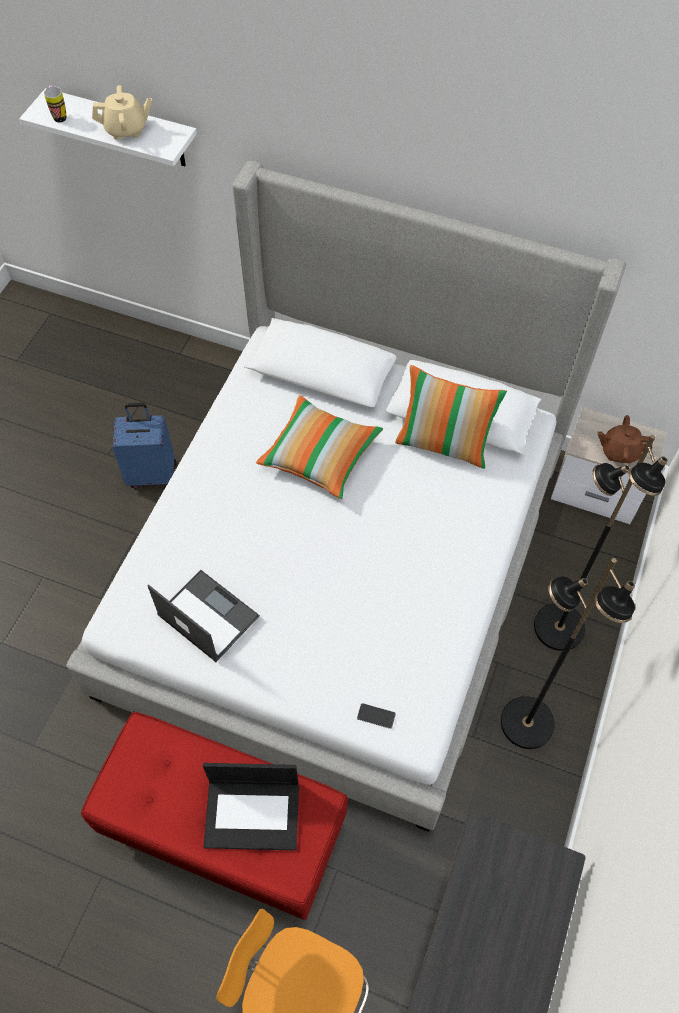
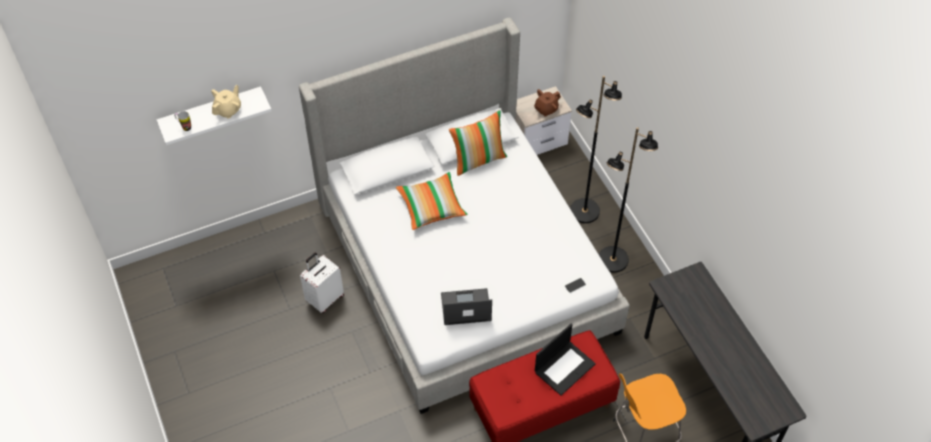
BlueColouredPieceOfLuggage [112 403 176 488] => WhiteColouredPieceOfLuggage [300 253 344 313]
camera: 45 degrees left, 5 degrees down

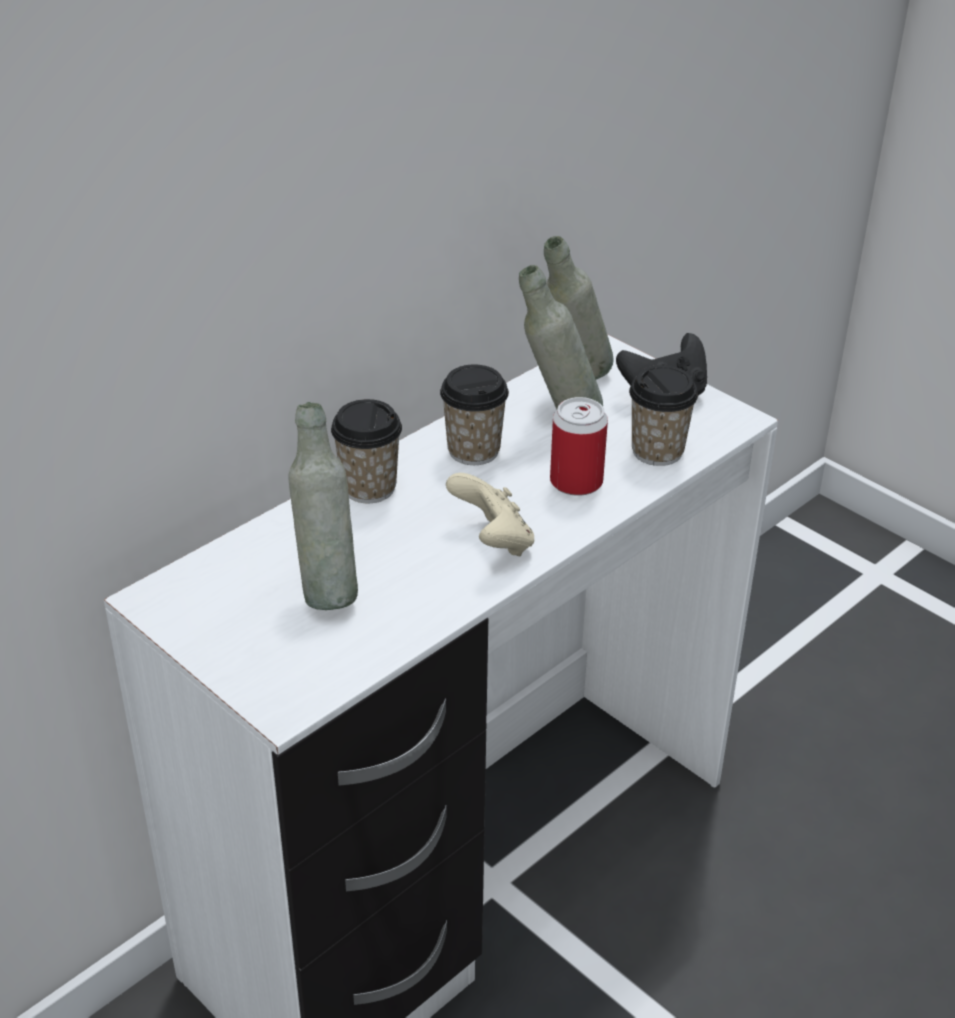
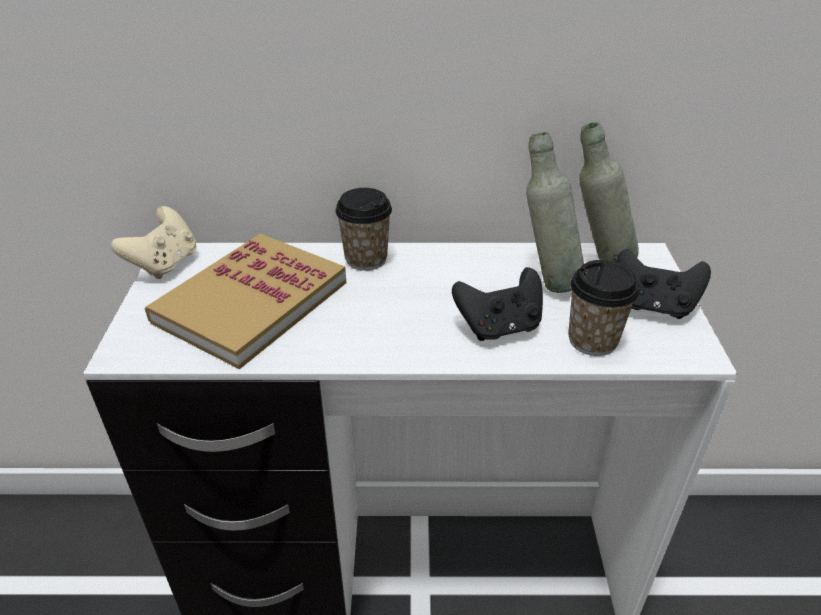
BeigeJoypad [446 473 534 556] => BeigeJoypad [111 206 197 279], relocated
GrayBeverageBottle [289 402 358 610] => BoundBook [145 234 346 369]
Can [550 397 608 496] => BlackJoypad [452 267 543 341]
Cup [440 364 509 465] => nothing
camera: 45 degrees right, 0 degrees up

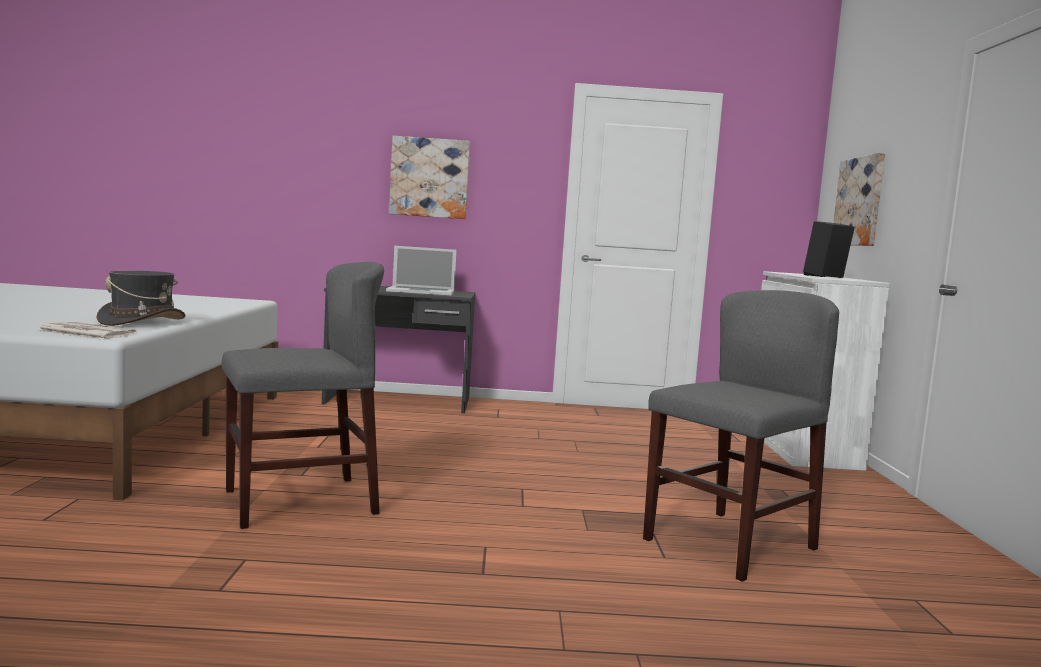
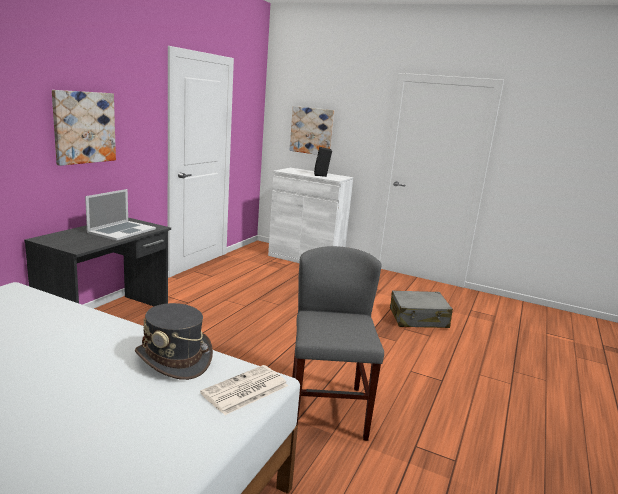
GrayPlainChair [643 290 839 582] => GrayPieceOfLuggage [390 291 453 328]
camera: 65 degrees left, 10 degrees up

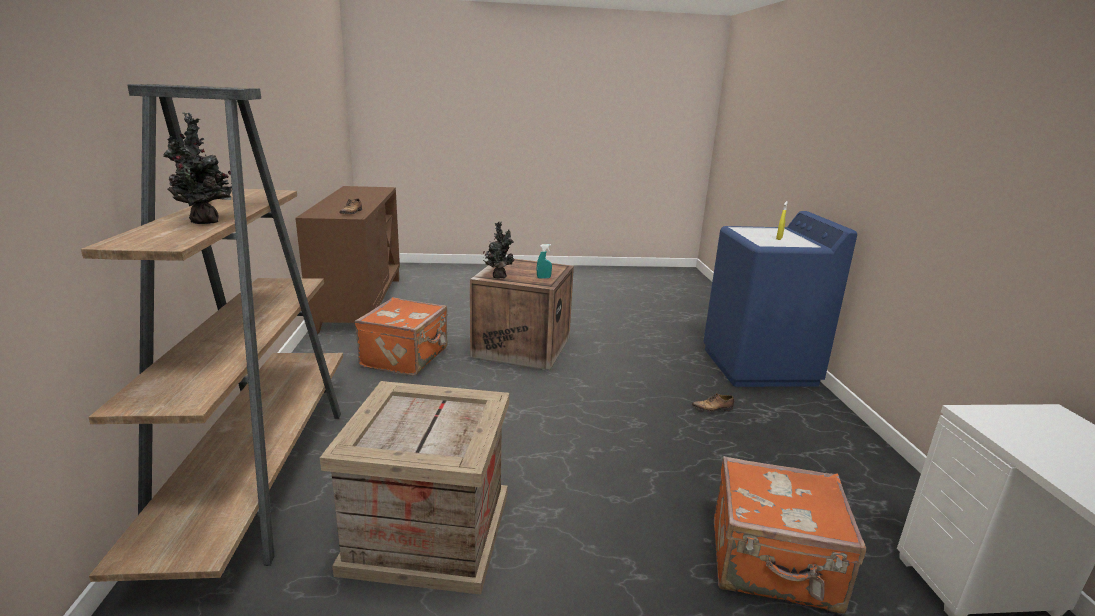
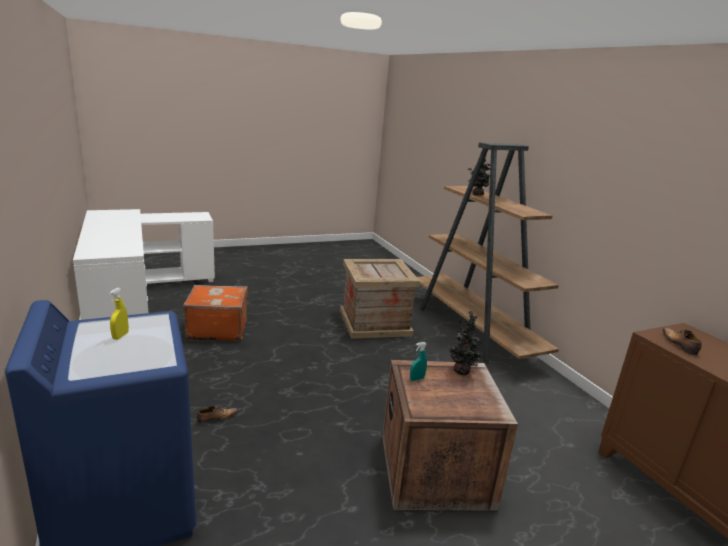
OrangeyPieceOfLuggage [355 297 447 376] => nothing
camera: 160 degrees right, 0 degrees up

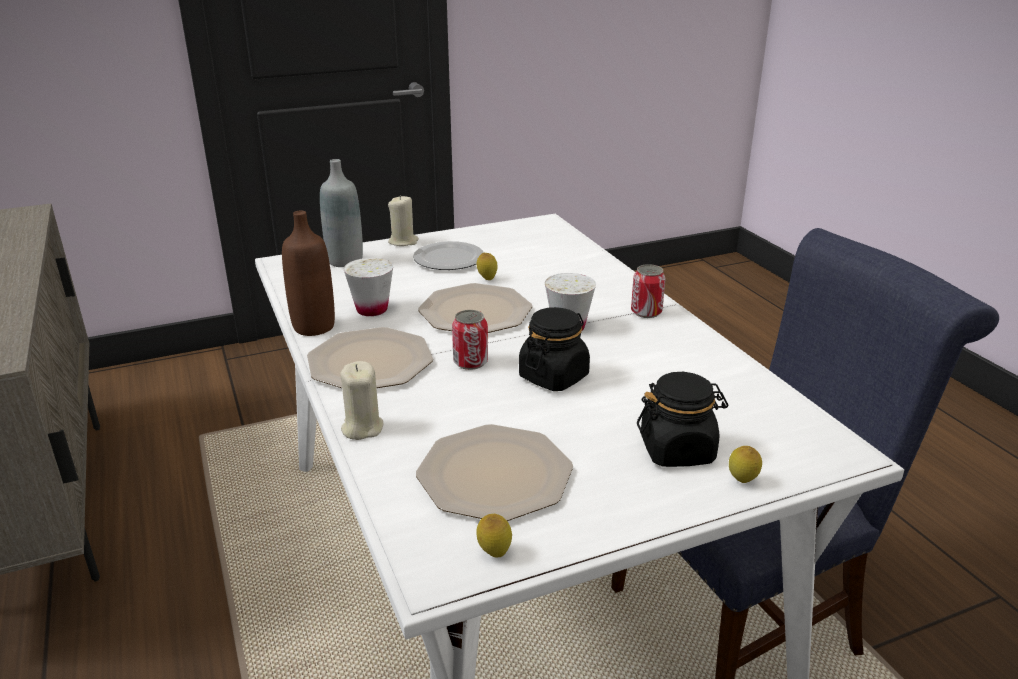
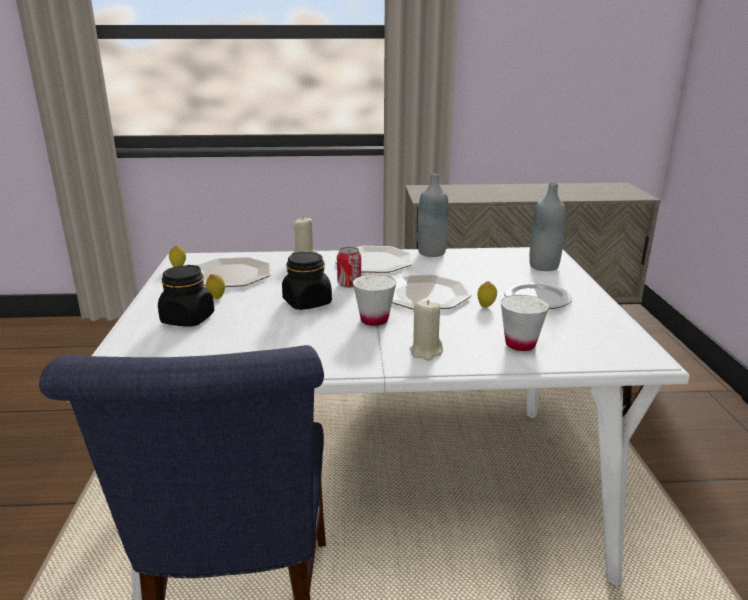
CitrusFruit [729 446 762 483] => CitrusFruit [206 274 225 299], relocated
BeigeWaxCandle [388 195 419 246] => BeigeWaxCandle [410 300 443 361], relocated
BrownishBeverageBottle [282 210 335 336] => GrayBeverageBottle [418 173 449 257]
WhiteColouredCup [344 258 393 316] => WhiteColouredCup [501 295 549 351], relocated
Can [631 264 666 318] => nothing
camera: 110 degrees right, 5 degrees down

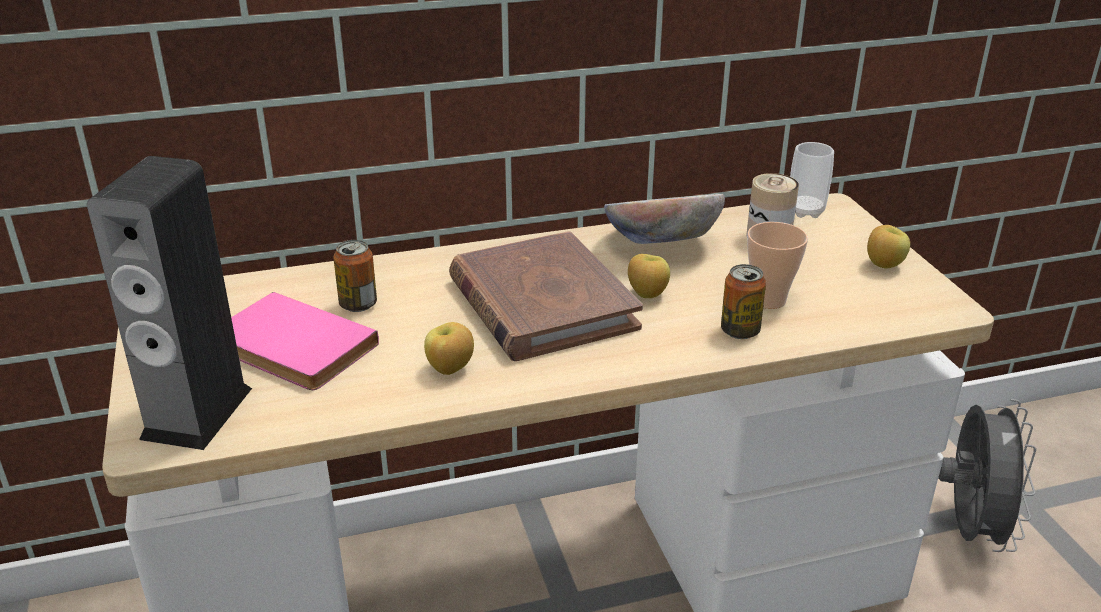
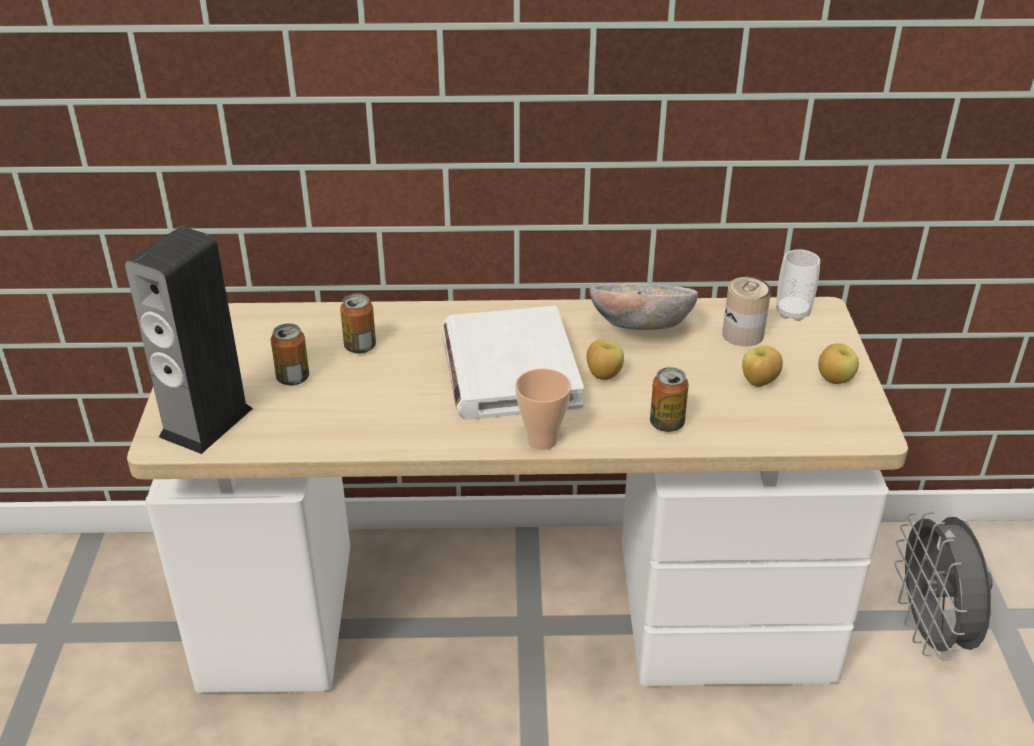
PinkColouredBoundBook [231 292 379 390] => Can [271 323 309 386]
BrownishBoundBook [449 231 643 361] => WhiteColouredBoundBook [442 306 584 420]
Cup [747 222 808 309] => Cup [515 368 571 450], relocated
Apple [424 322 474 375] => Apple [742 346 783 387], relocated
GrayElectricFan [938 399 1036 552] => GrayElectricFan [894 512 993 660], 150 degrees clockwise
camera: 15 degrees right, 5 degrees up

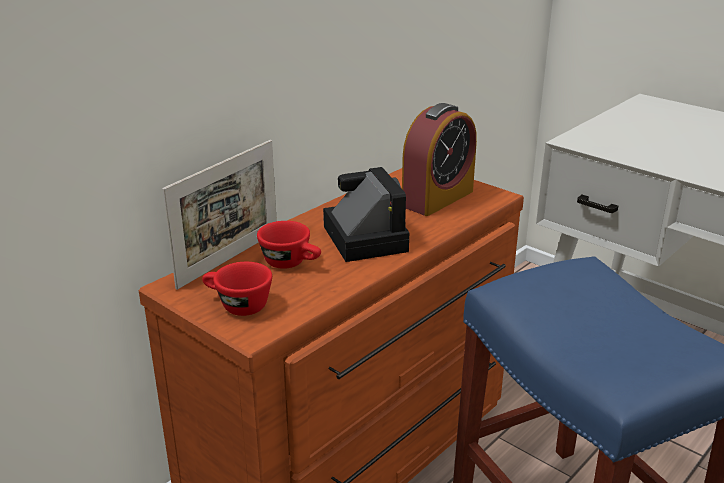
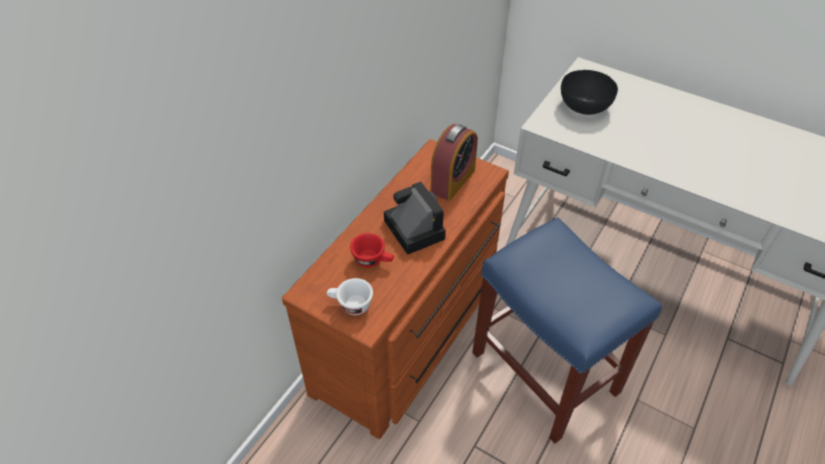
ReddishCup [202 262 272 316] => WhiteColouredCup [327 278 373 315]
nothing => BlackBowl [561 70 618 115]
PictureFrame [163 140 277 290] => nothing
camera: 10 degrees left, 20 degrees up

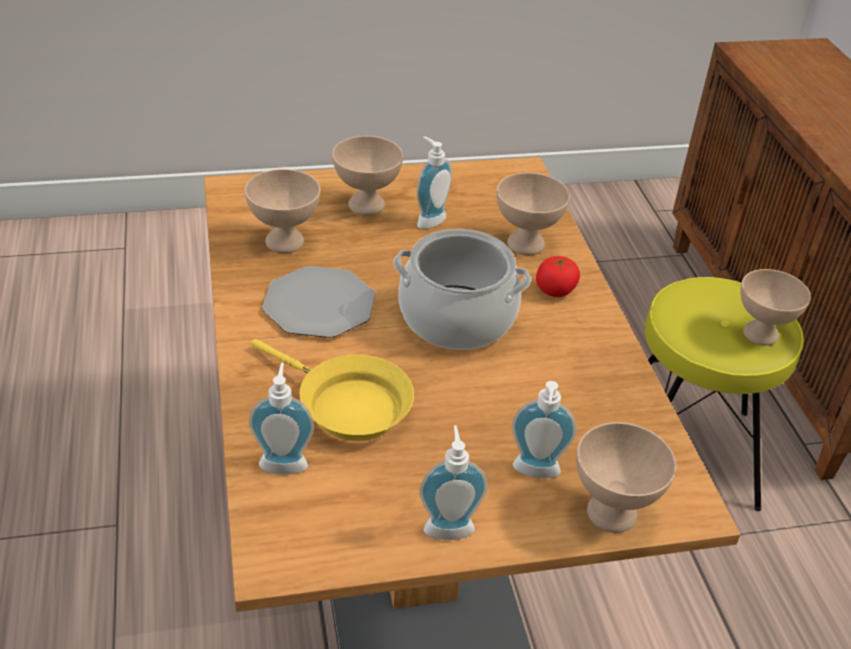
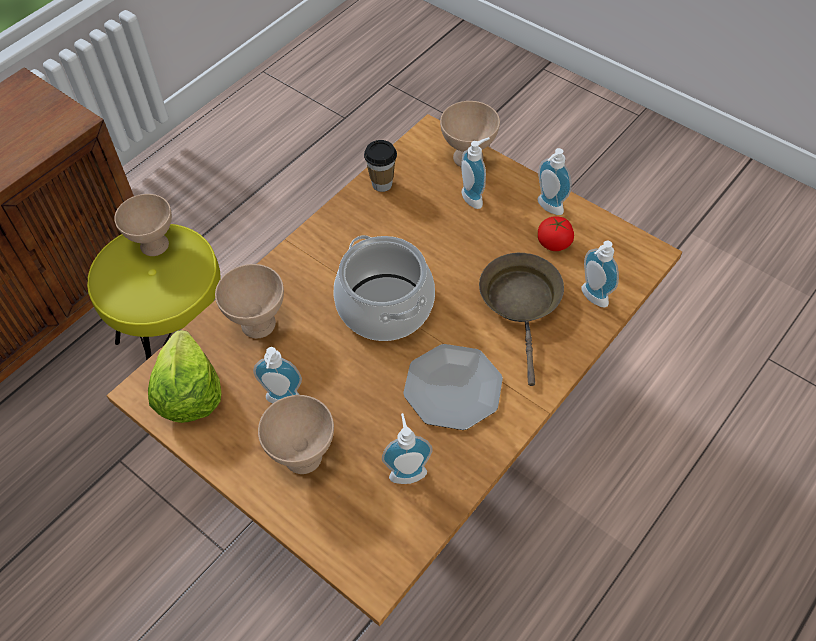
nothing => HeadOfLettuce [148 330 222 423]
nothing => Cup [364 140 397 192]
BeigeBowl [245 169 321 253] => SoapDispenser [382 413 433 484]
YellowColouredPan [251 339 414 441] => BrownishPan [479 253 564 386]
FreshTomato [536 256 580 297] => FreshTomato [538 216 574 251], relocated
camera: 125 degrees left, 15 degrees up

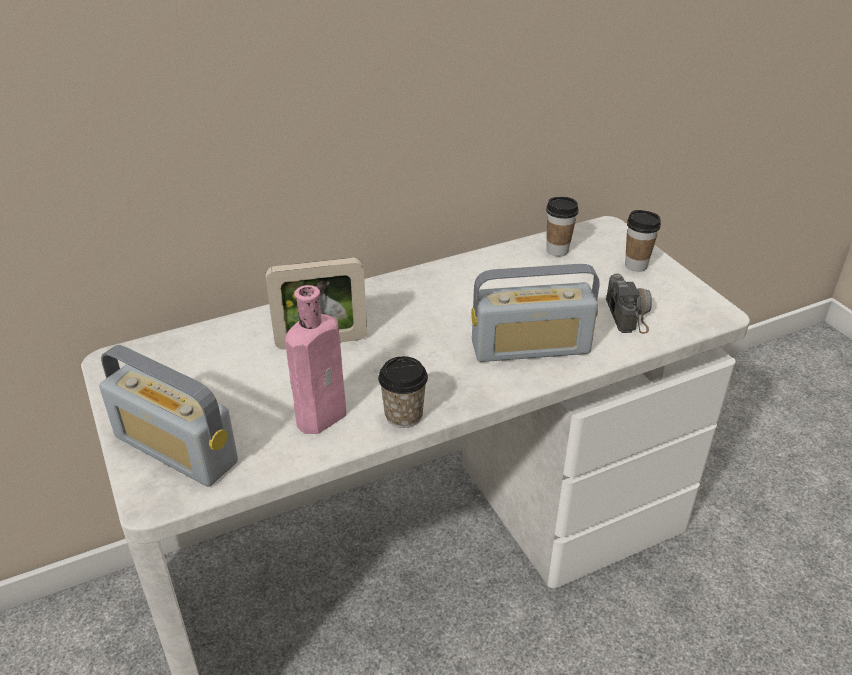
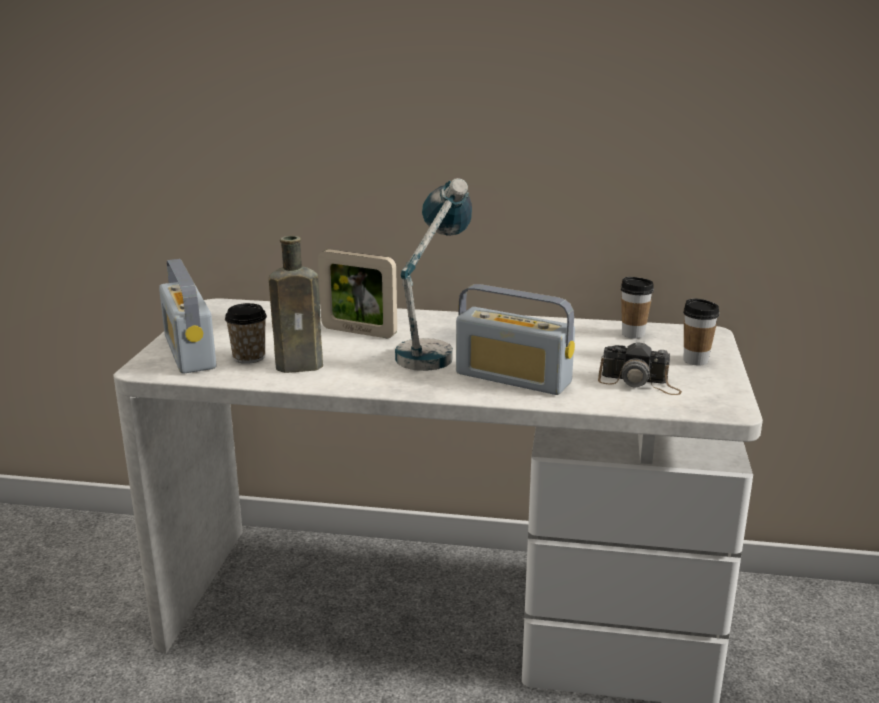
Cup [378 356 428 428] => Cup [225 303 267 364], relocated
PinkColouredBeverageBottle [285 285 346 434] => BrownishBeverageBottle [269 236 323 373]
nothing => TabletopLamp [395 178 472 371]
PhotoCamera [606 273 652 334] => PhotoCamera [598 341 682 395], 75 degrees clockwise
camera: 35 degrees right, 15 degrees down

